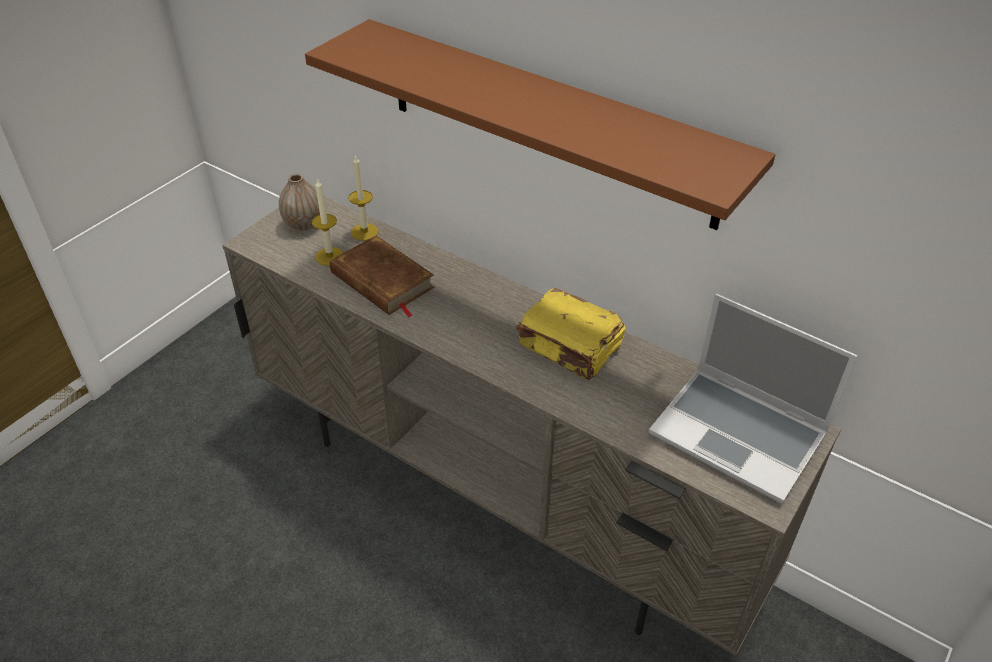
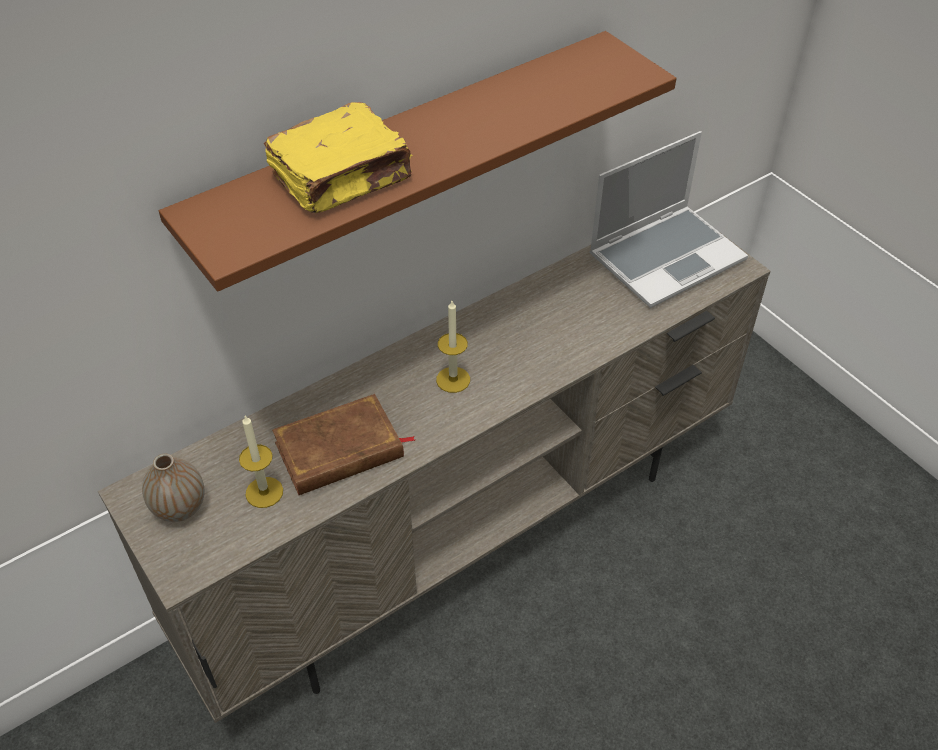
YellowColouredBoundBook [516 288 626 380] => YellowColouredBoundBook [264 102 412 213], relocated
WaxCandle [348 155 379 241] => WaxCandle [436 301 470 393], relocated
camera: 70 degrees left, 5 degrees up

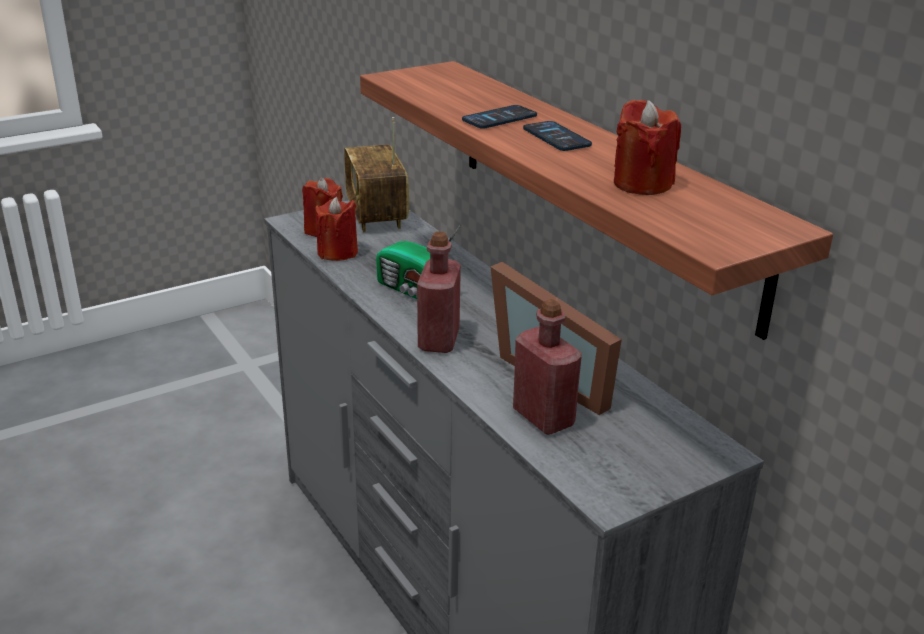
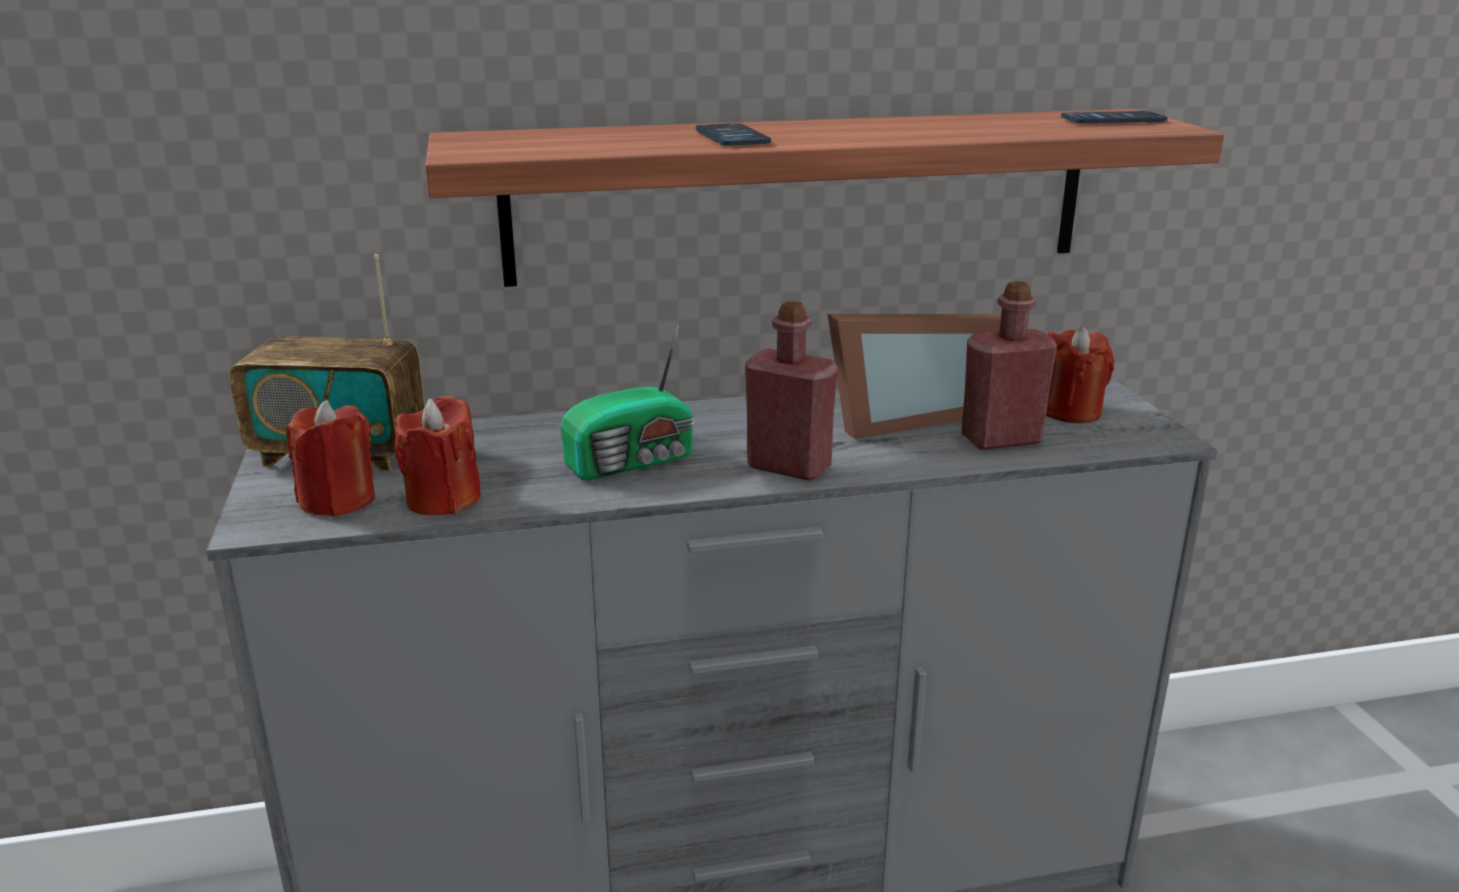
ReddishWaxCandle [614 100 681 195] => ReddishWaxCandle [1046 326 1114 423], relocated
Phone [523 121 592 151] => Phone [1061 111 1168 123], relocated
camera: 70 degrees left, 5 degrees down

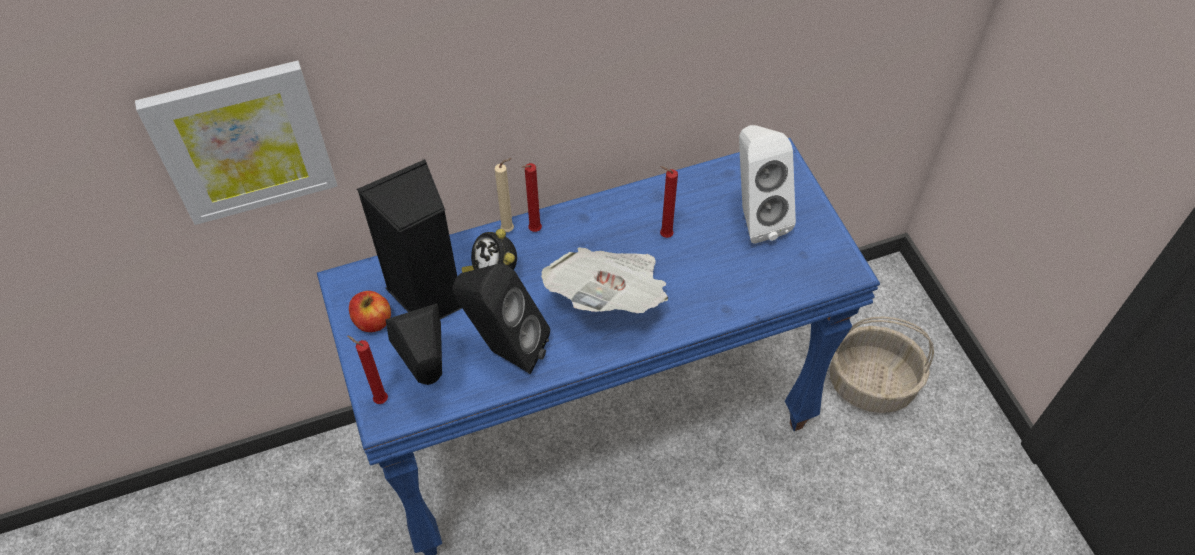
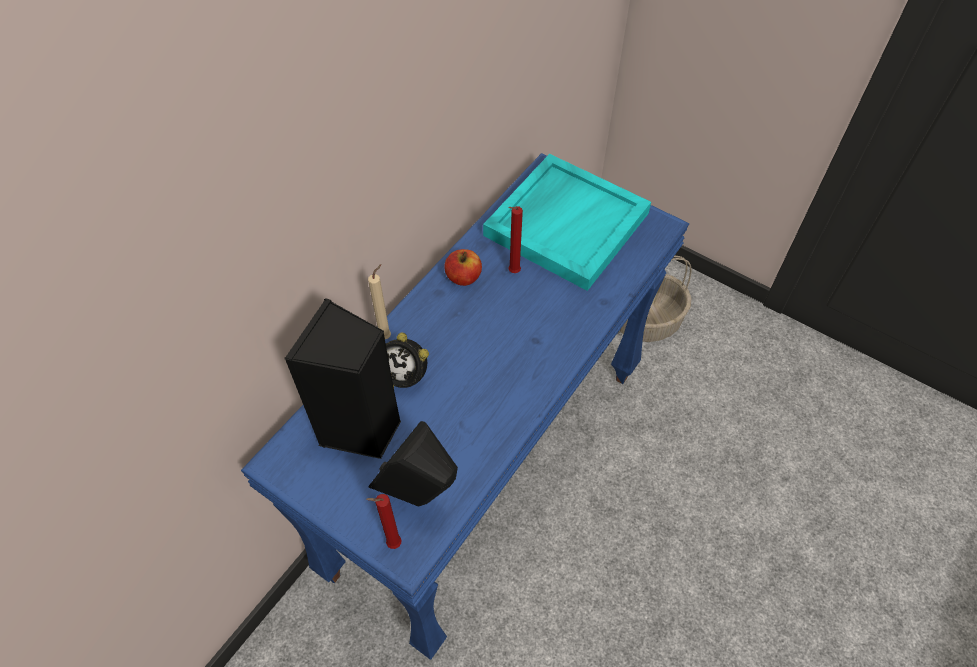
Apple [349 291 391 332] => Apple [444 249 482 286], relocated
WhiteColouredAudioSpeaker [739 125 796 244] => TurquoiseColouredCarryingTray [483 154 651 291]
WallArt [135 61 338 225] => nothing
BlackAudioSpeaker [452 264 550 374] => nothing
ReddishWaxCandle [522 163 542 232] => nothing
DailyPaper [541 247 669 313] => nothing
camera: 35 degrees left, 0 degrees up

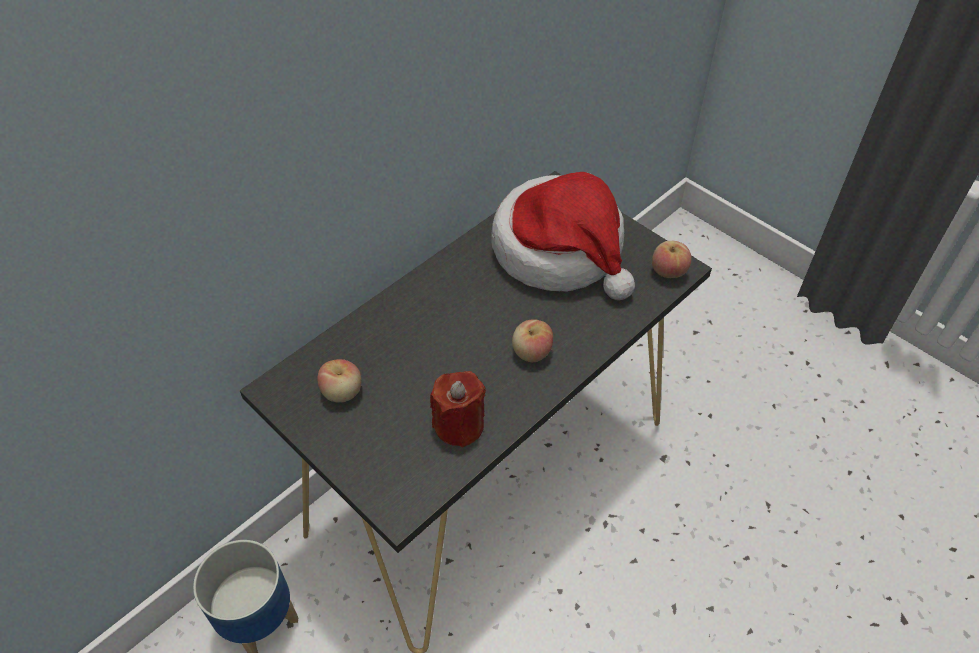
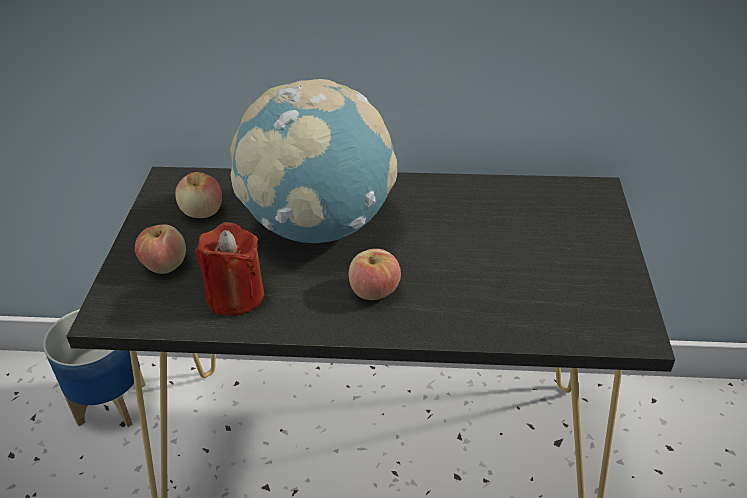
Apple [652 241 691 278] => Apple [135 224 186 274], relocated
nothing => DeskGlobe [230 79 397 243]
ClothingHat [491 172 635 300] => nothing
camera: 50 degrees right, 10 degrees down

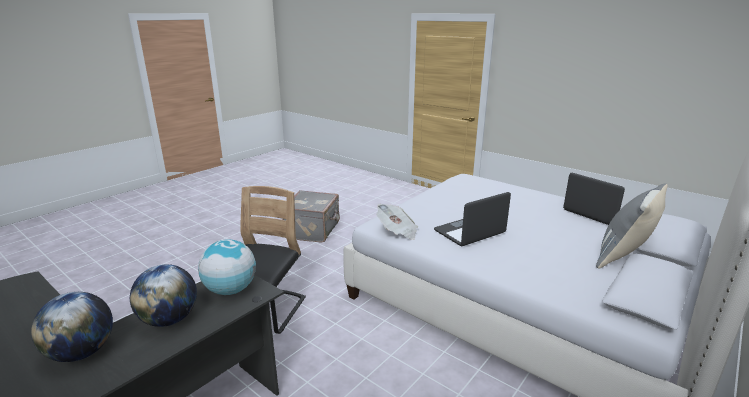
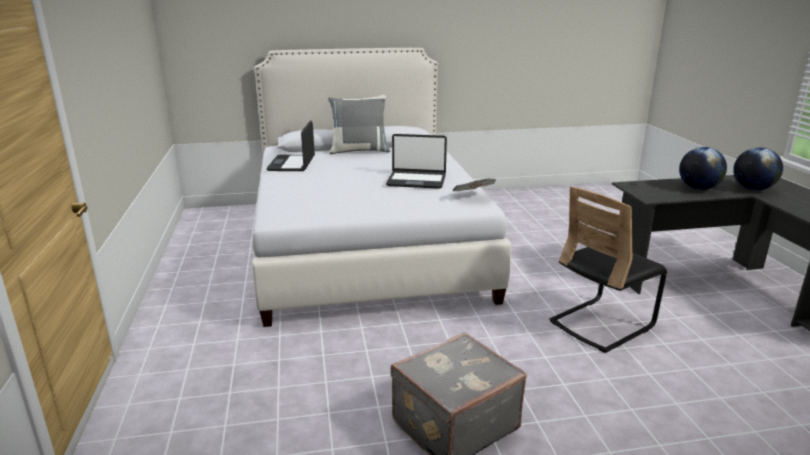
DeskGlobe [198 239 256 295] => nothing
camera: 140 degrees left, 0 degrees up

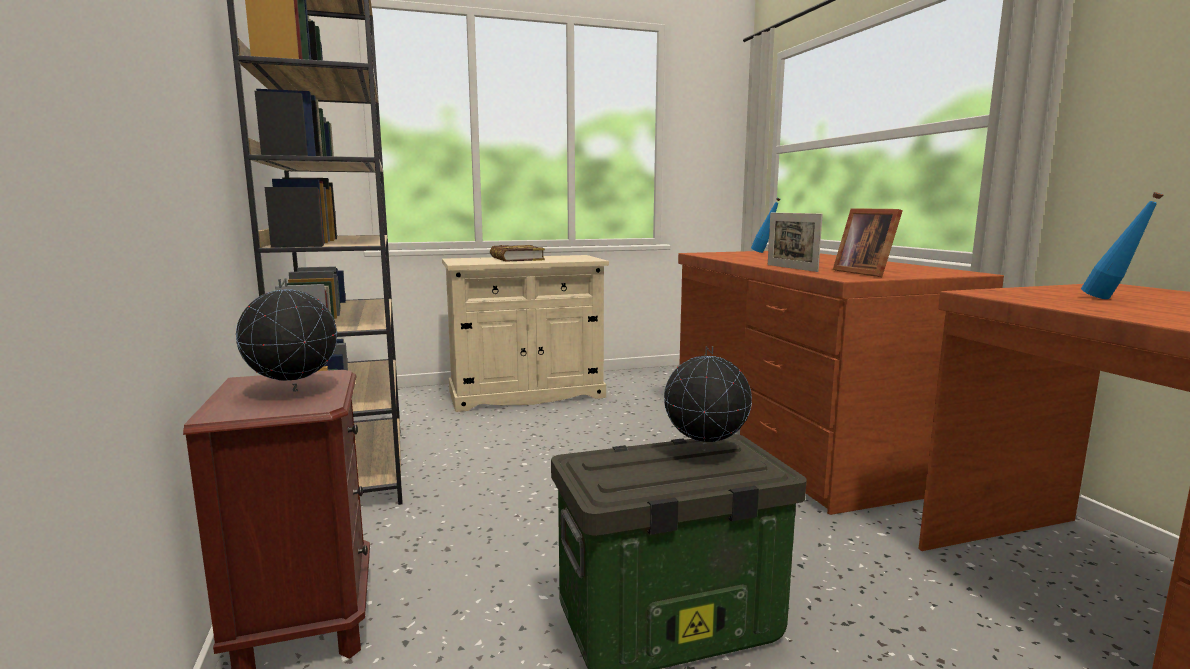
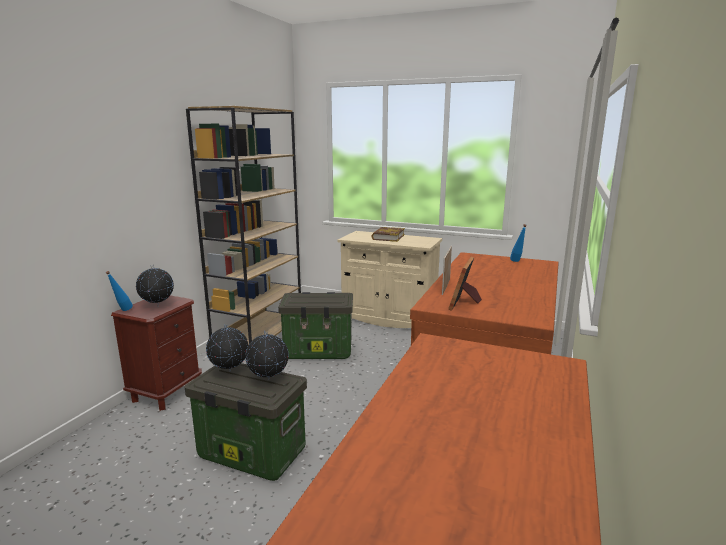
BlueColouredBeverageBottle [1081 192 1163 299] => BlueColouredBeverageBottle [106 271 133 311], relocated
nothing => DeskGlobe [206 324 249 372]
nothing => StorageBin [278 292 353 359]
camera: 40 degrees right, 5 degrees up

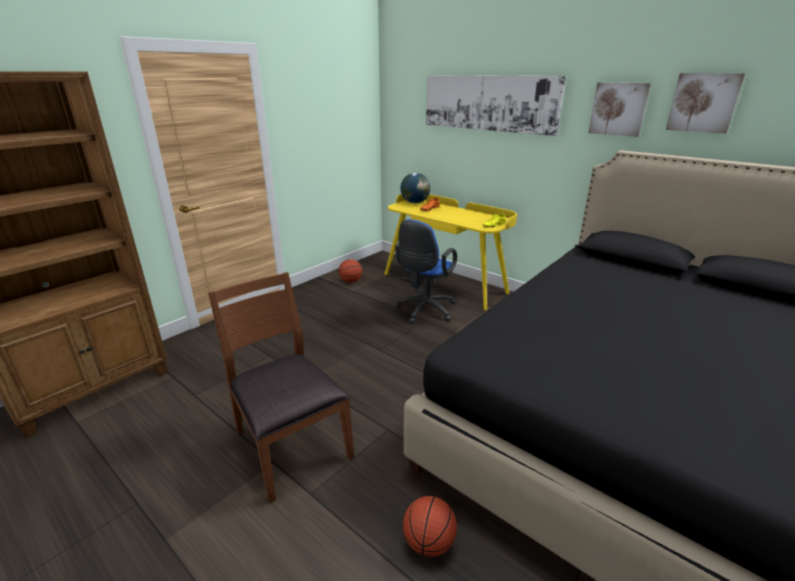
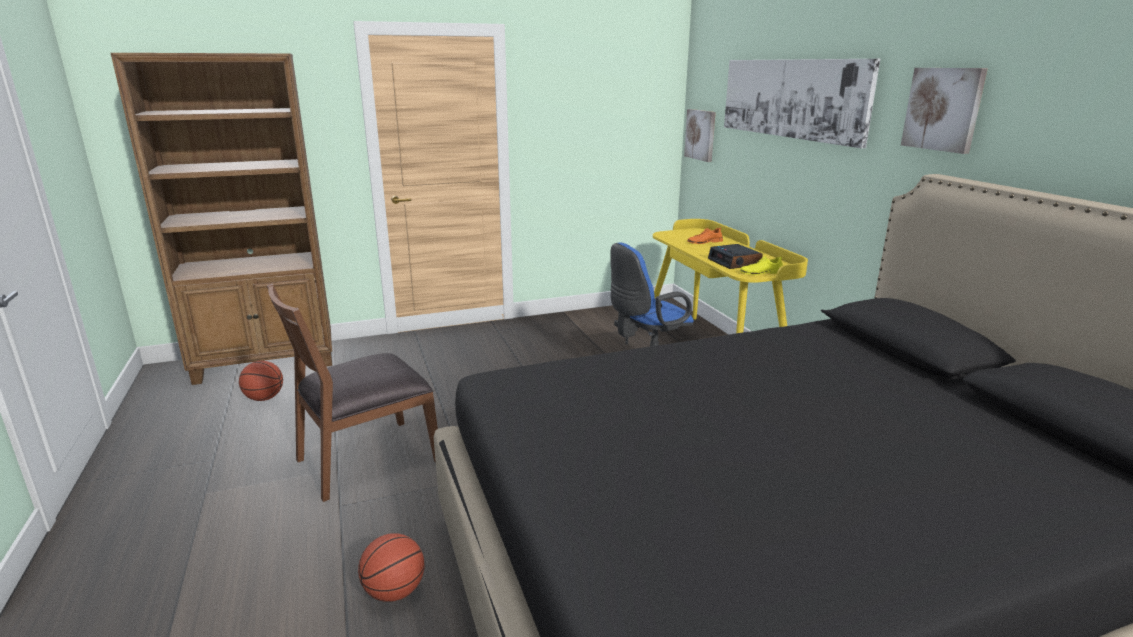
BallForBasketball [339 259 362 283] => BallForBasketball [239 361 283 401], relocated
BrownishPlainChair [208 272 354 504] => BrownishPlainChair [267 283 438 502], 120 degrees counterclockwise
WallArt [666 73 745 134] => WallArt [684 109 716 162], relocated
nothing => AlarmClock [708 244 763 269]
DeskGlobe [400 173 430 203] => nothing
camera: 30 degrees right, 5 degrees down

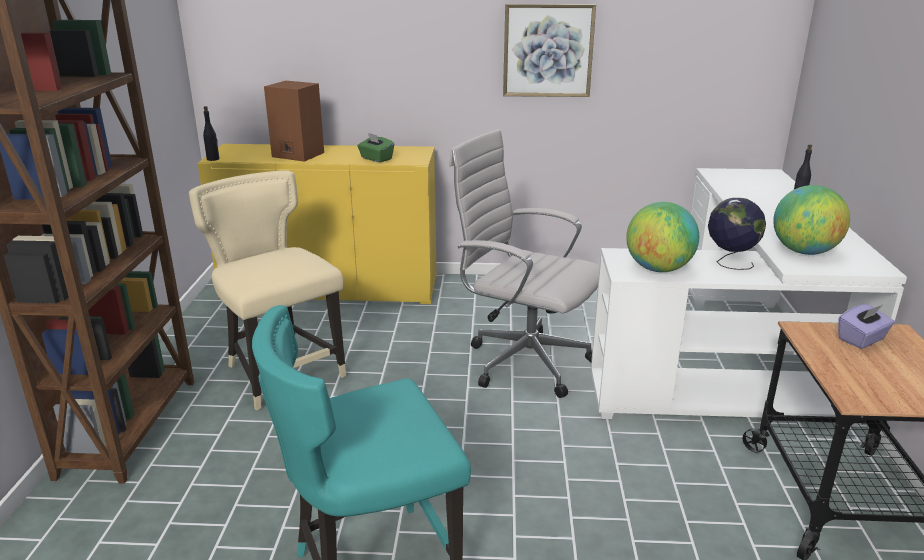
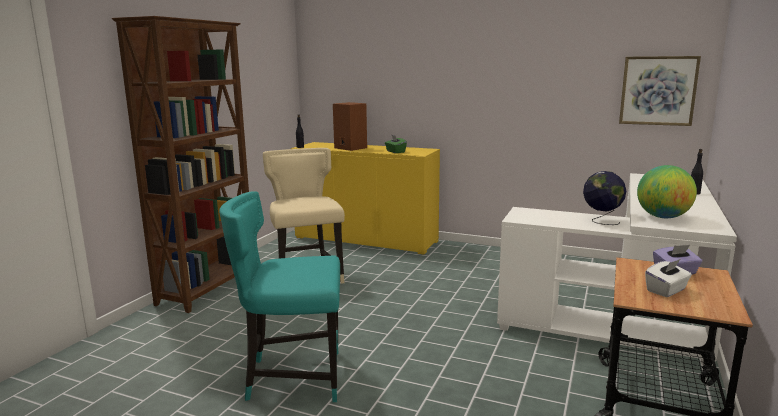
WallArt [503 4 596 97] => WallArt [619 56 701 126], relocated
nothing => WhiteColouredTissueHolder [645 259 692 297]
WhiteColouredDeskChair [449 129 600 398] => nothing
DeskGlobe [626 202 699 272] => nothing
camera: 20 degrees right, 10 degrees down

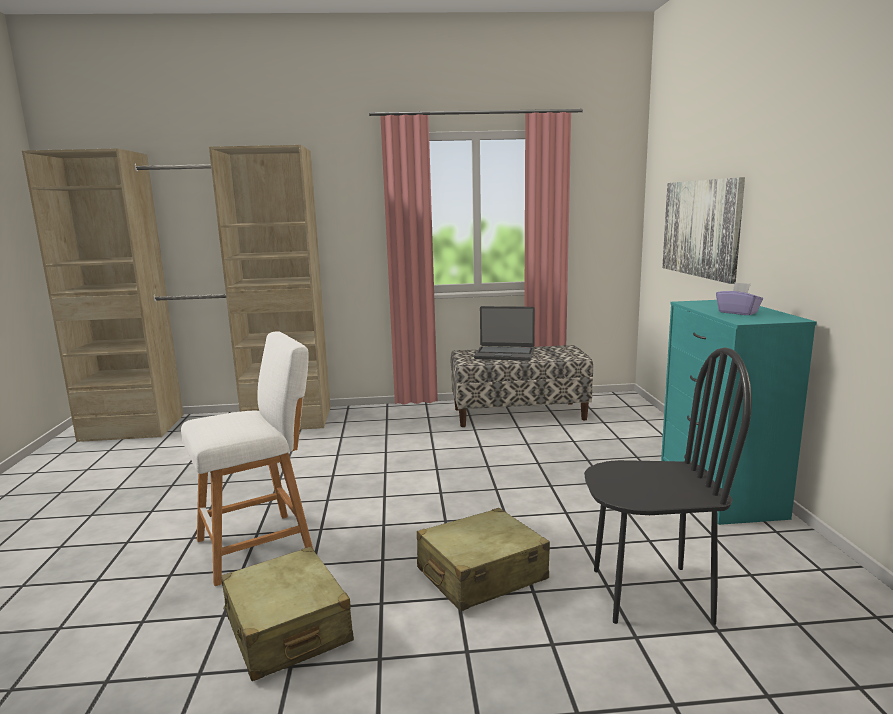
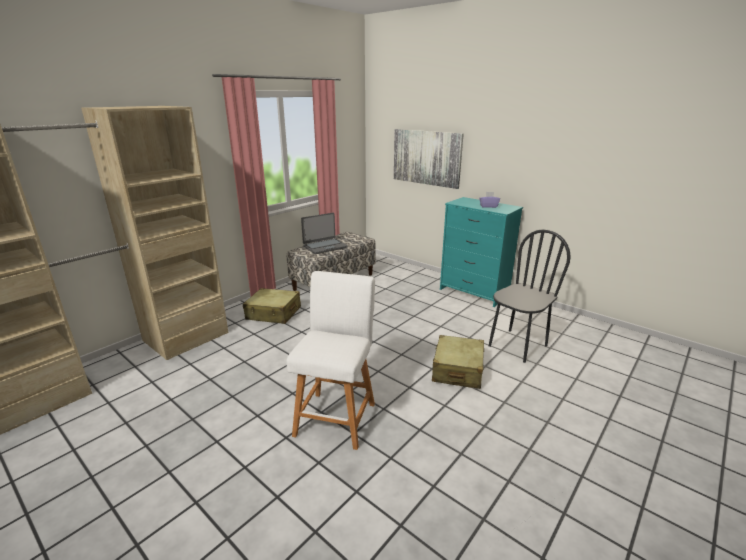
BeigePieceOfLuggage [221 547 354 681] => BeigePieceOfLuggage [243 288 301 324], relocated
camera: 45 degrees left, 10 degrees up

